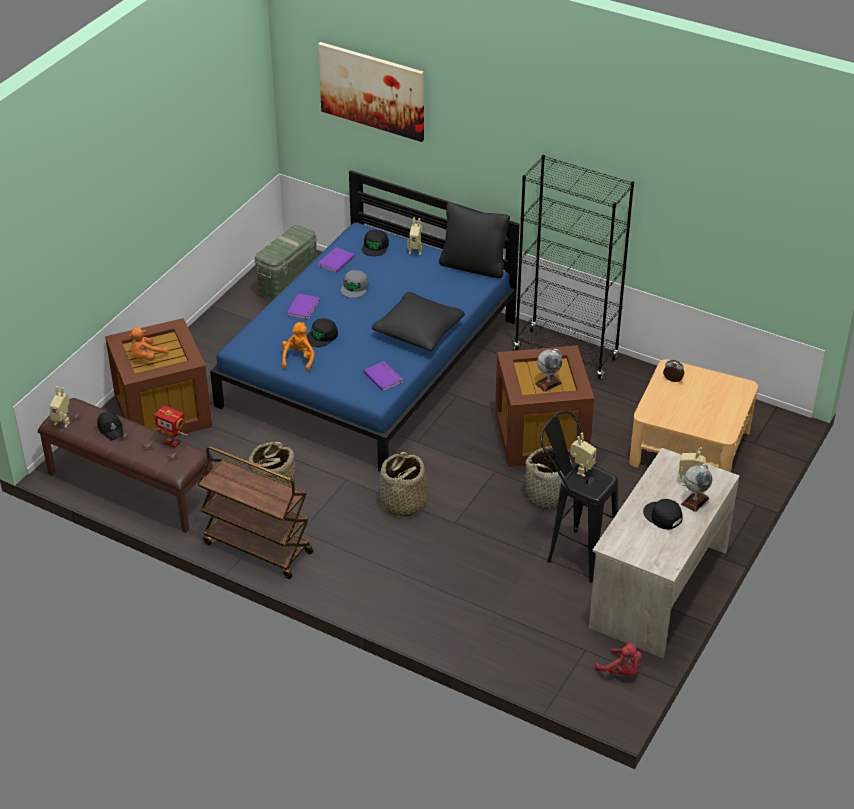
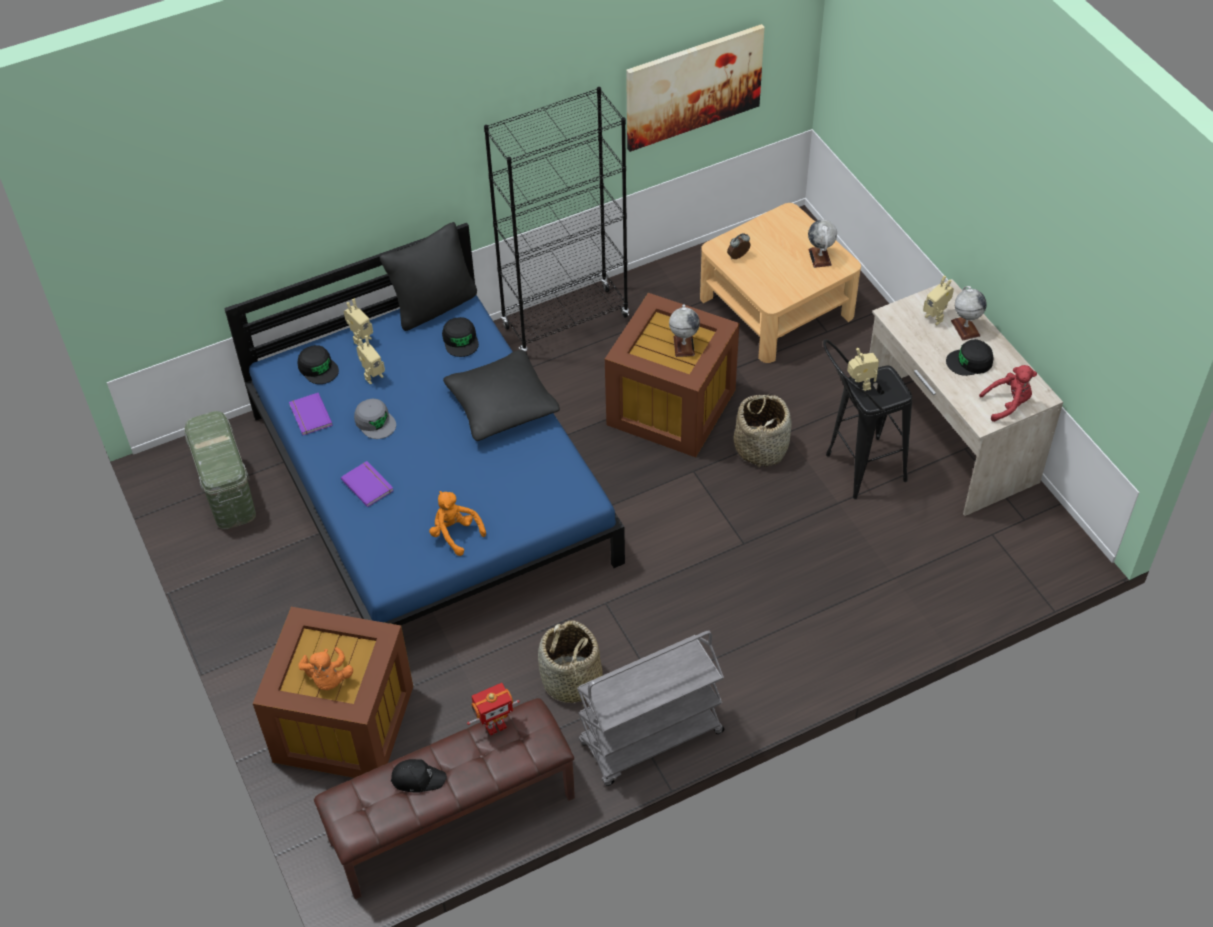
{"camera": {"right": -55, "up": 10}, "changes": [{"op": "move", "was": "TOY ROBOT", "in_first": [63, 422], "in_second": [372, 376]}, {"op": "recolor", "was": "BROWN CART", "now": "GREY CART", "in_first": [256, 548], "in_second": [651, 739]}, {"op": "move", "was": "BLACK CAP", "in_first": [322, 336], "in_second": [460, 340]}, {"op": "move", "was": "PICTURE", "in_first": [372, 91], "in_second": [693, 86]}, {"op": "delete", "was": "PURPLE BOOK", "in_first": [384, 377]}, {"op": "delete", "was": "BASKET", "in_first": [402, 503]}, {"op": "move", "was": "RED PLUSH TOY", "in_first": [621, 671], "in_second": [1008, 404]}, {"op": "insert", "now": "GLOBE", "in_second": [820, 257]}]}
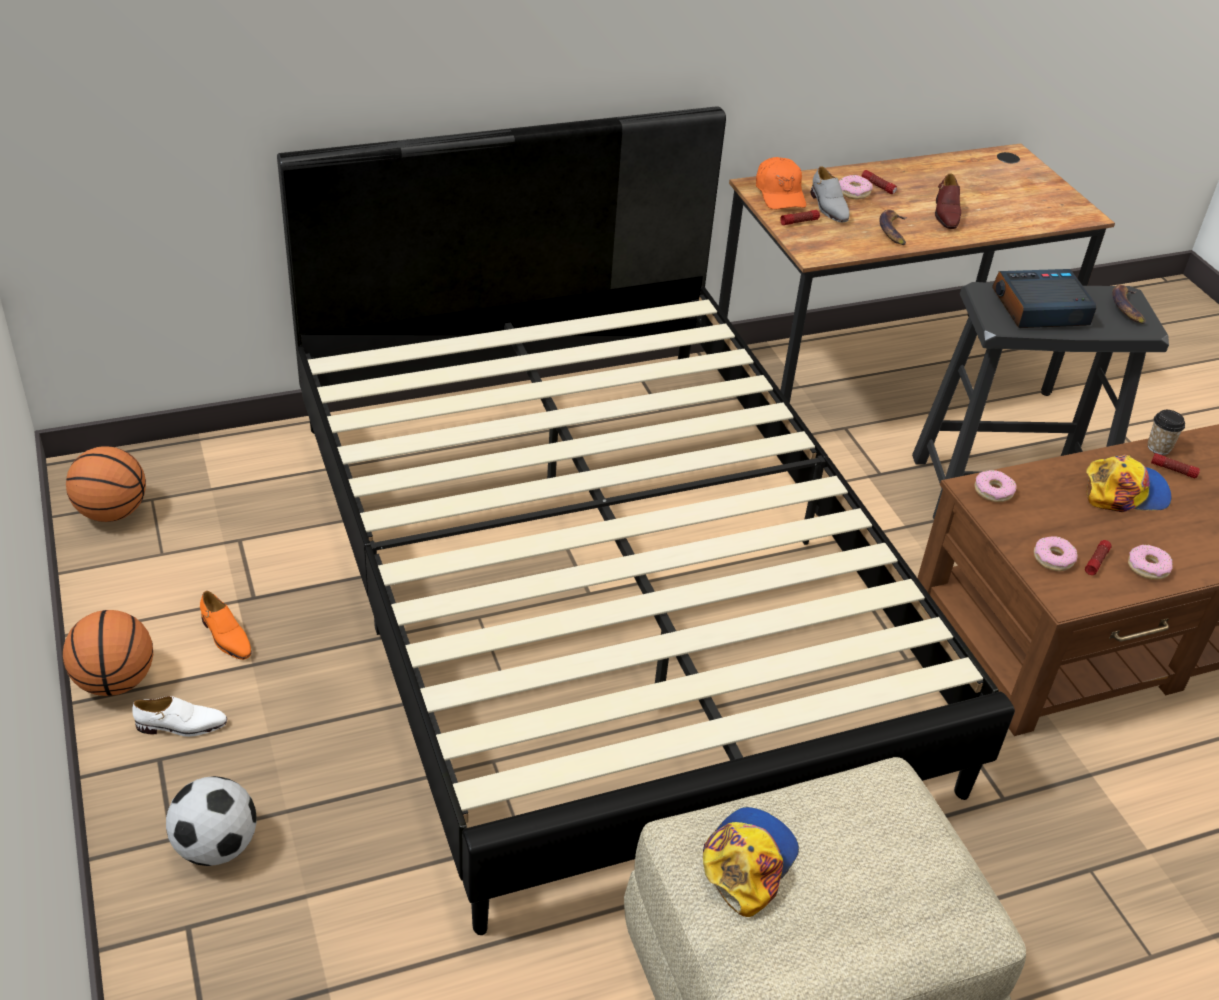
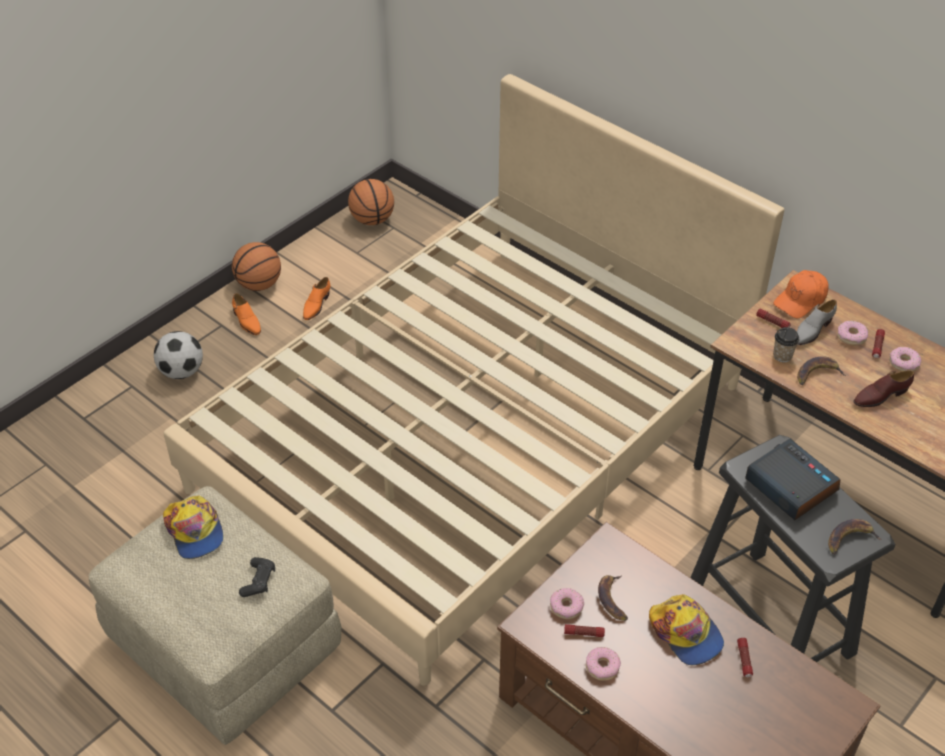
{"camera": {"right": 65, "up": 5}, "changes": [{"op": "recolor", "was": "WHITE SHOE", "now": "ORANGE SHOE", "in_first": [182, 726], "in_second": [246, 321]}, {"op": "recolor", "was": "BLACK BED", "now": "BEIGE BED", "in_first": [603, 588], "in_second": [474, 436]}, {"op": "rotate", "was": "CAP", "in_first": [748, 862], "in_second": [195, 531], "clockwise": 60}, {"op": "move", "was": "DONUT", "in_first": [993, 491], "in_second": [904, 363]}, {"op": "move", "was": "CUP", "in_first": [1159, 447], "in_second": [782, 356]}, {"op": "insert", "now": "BLACK GAME CONTROLLER", "in_second": [258, 581]}, {"op": "insert", "now": "BANANA", "in_second": [612, 599]}]}
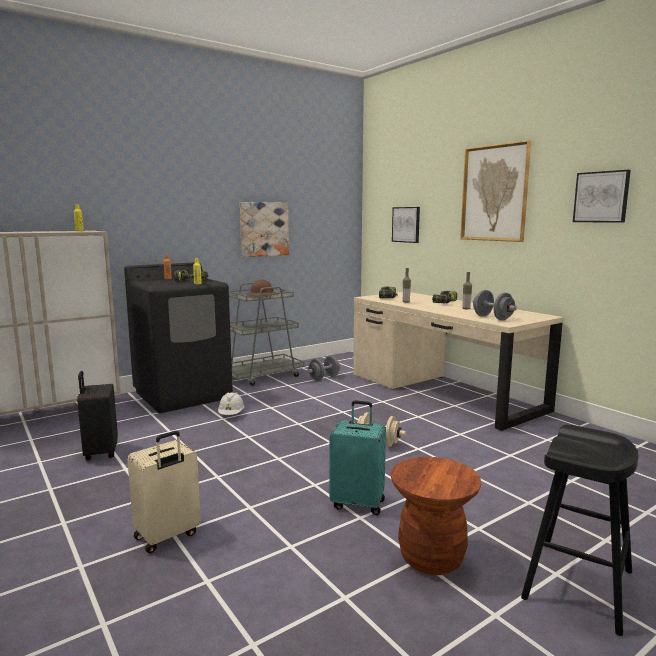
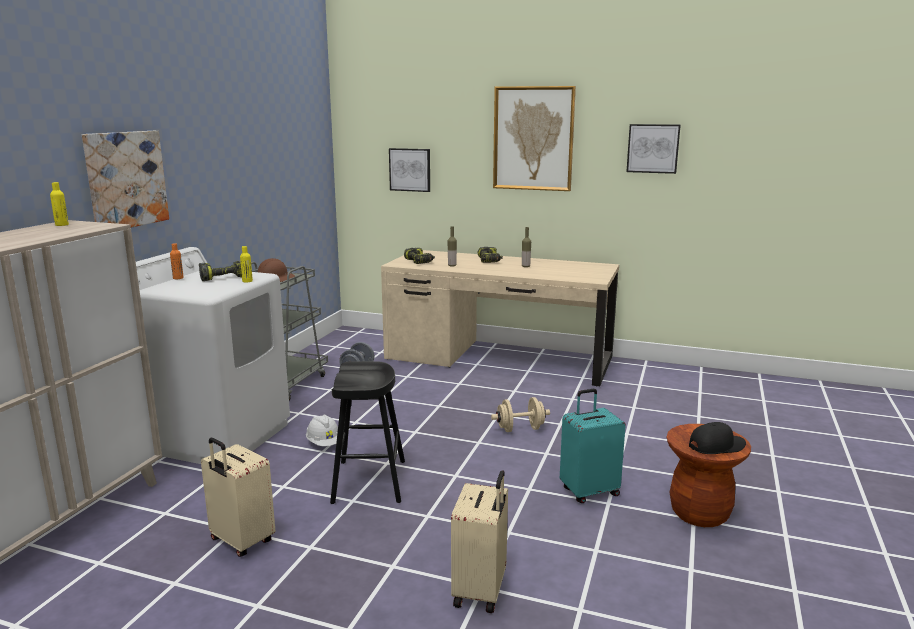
{"camera": {"right": -35, "up": 5}, "changes": [{"op": "recolor", "was": "BLACK SUITCASE", "now": "BEIGE SUITCASE", "in_first": [100, 453], "in_second": [241, 541]}, {"op": "recolor", "was": "BLACK WASHING MACHINE", "now": "WHITE WASHING MACHINE", "in_first": [183, 395], "in_second": [217, 436]}, {"op": "move", "was": "PICTURE", "in_first": [264, 229], "in_second": [125, 179]}, {"op": "delete", "was": "GREY DUMBBELL", "in_first": [492, 318]}, {"op": "move", "was": "BLACK STOOL", "in_first": [578, 584], "in_second": [369, 481]}, {"op": "insert", "now": "BLACK CAP", "in_second": [716, 446]}]}
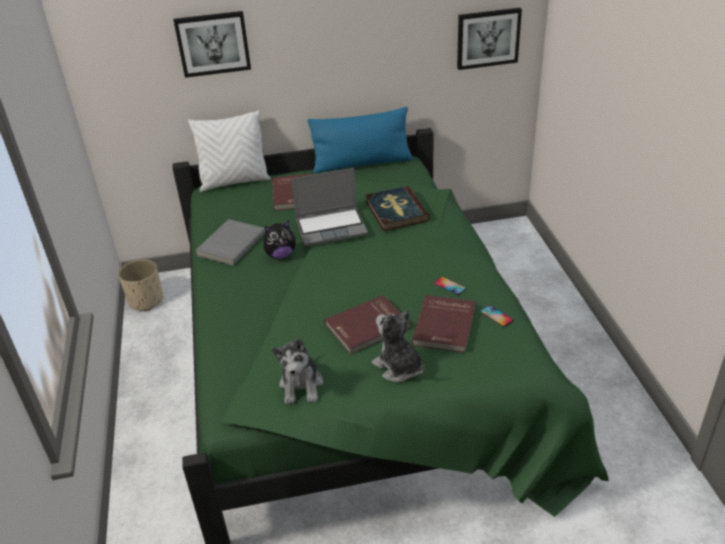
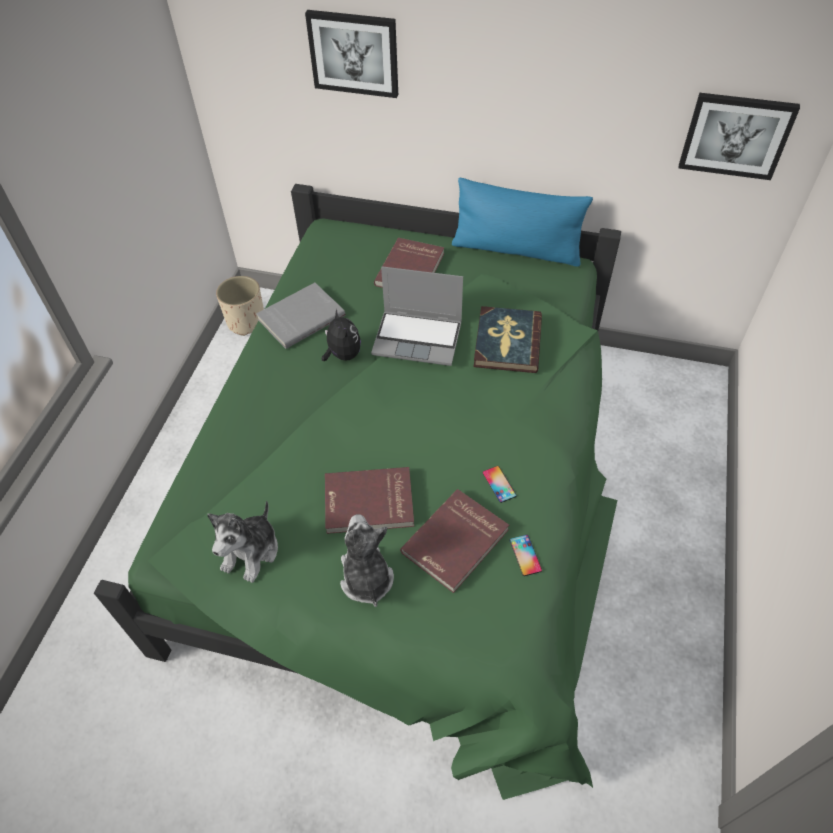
{"camera": {"right": 25, "up": 15}, "changes": [{"op": "delete", "was": "WHITE PILLOW", "in_first": [234, 181]}, {"op": "rotate", "was": "PLUSH TOY", "in_first": [280, 255], "in_second": [342, 355], "clockwise": -120}]}
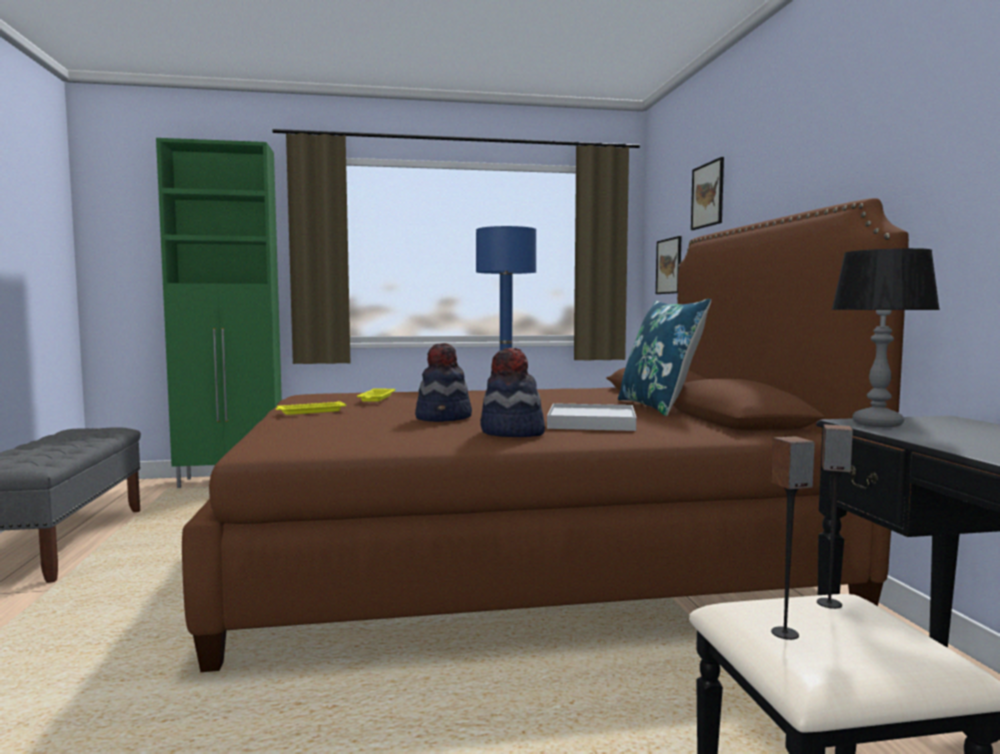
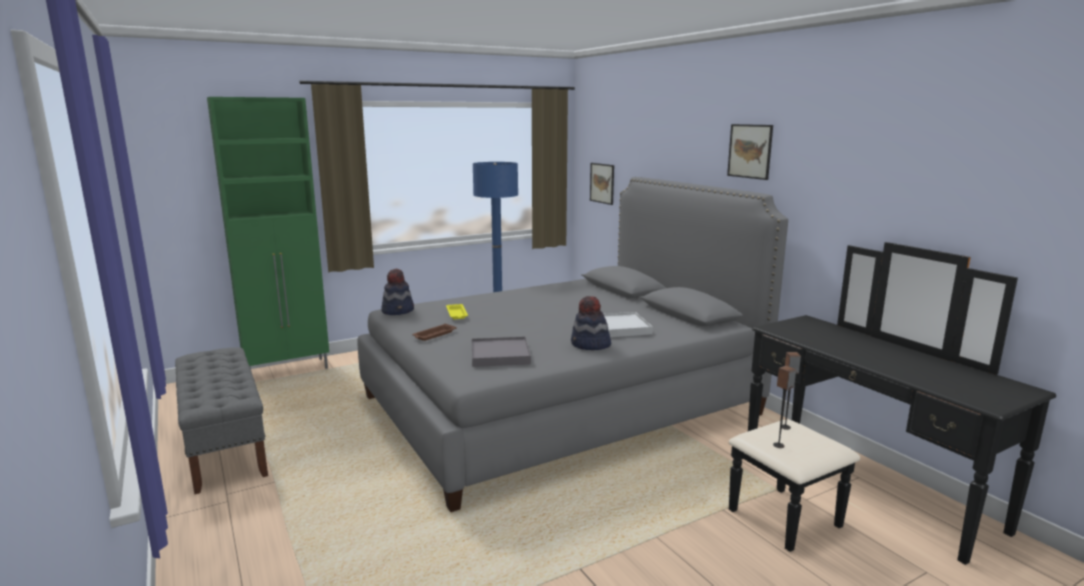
{"camera": {"right": -20, "up": 10}, "changes": [{"op": "recolor", "was": "BROWN BED", "now": "GREY BED", "in_first": [521, 556], "in_second": [559, 405]}, {"op": "recolor", "was": "YELLOW TRAY", "now": "BROWN TRAY", "in_first": [310, 411], "in_second": [434, 335]}, {"op": "move", "was": "HAT", "in_first": [444, 418], "in_second": [398, 311]}, {"op": "delete", "was": "BLUE PILLOW", "in_first": [659, 407]}, {"op": "move", "was": "PICTURE", "in_first": [707, 195], "in_second": [750, 151]}, {"op": "delete", "was": "TABLE LAMP", "in_first": [877, 424]}, {"op": "insert", "now": "GREY TRAY", "in_second": [500, 355]}]}
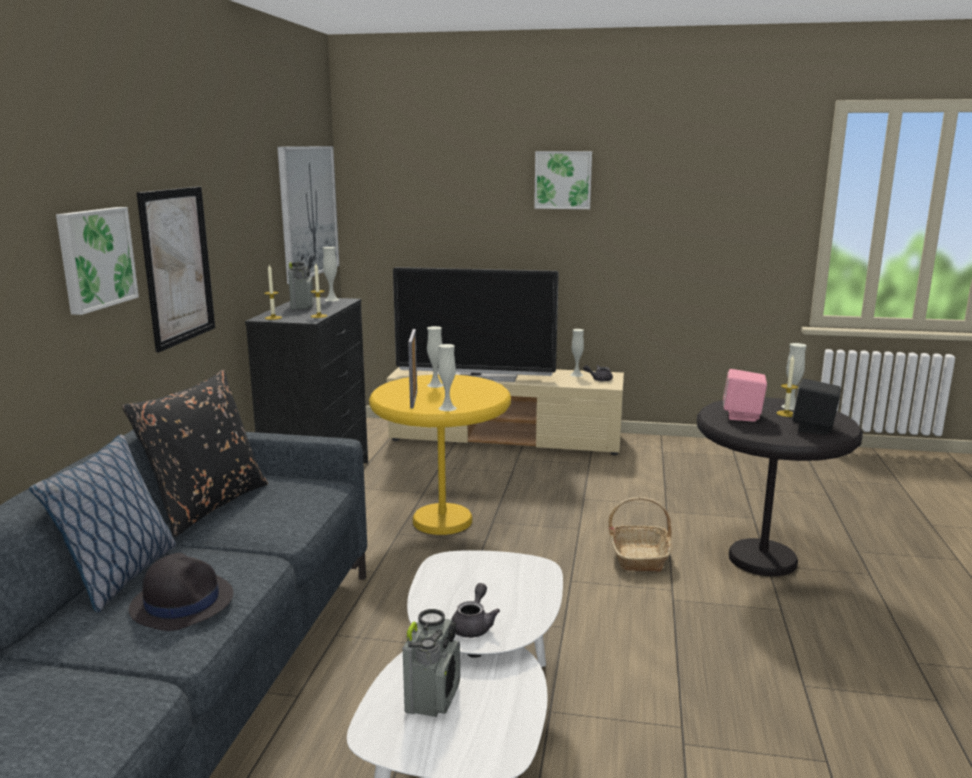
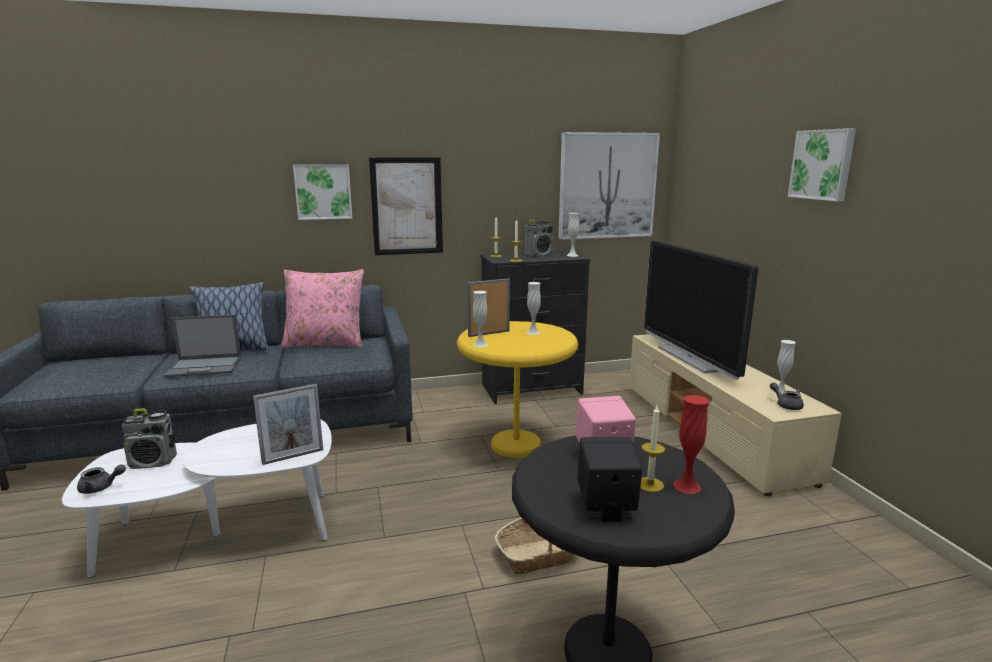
{"camera": {"right": 65, "up": 0}, "changes": [{"op": "recolor", "was": "BLACK PILLOW", "now": "PINK PILLOW", "in_first": [206, 505], "in_second": [325, 343]}, {"op": "replace", "was": "BLACK HAT", "now": "LAPTOP", "in_first": [182, 602], "in_second": [205, 366]}, {"op": "move", "was": "GREY TEAPOT", "in_first": [474, 625], "in_second": [101, 488]}, {"op": "recolor", "was": "WHITE VASE", "now": "RED VASE", "in_first": [791, 407], "in_second": [687, 486]}, {"op": "insert", "now": "PICTURE FRAME", "in_second": [293, 456]}]}
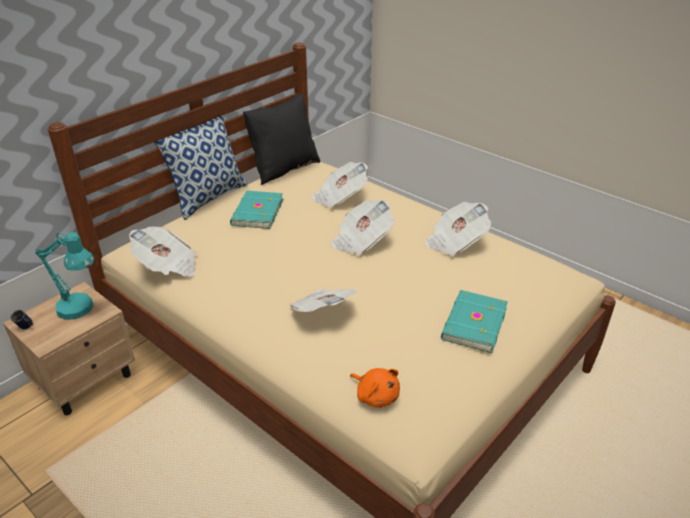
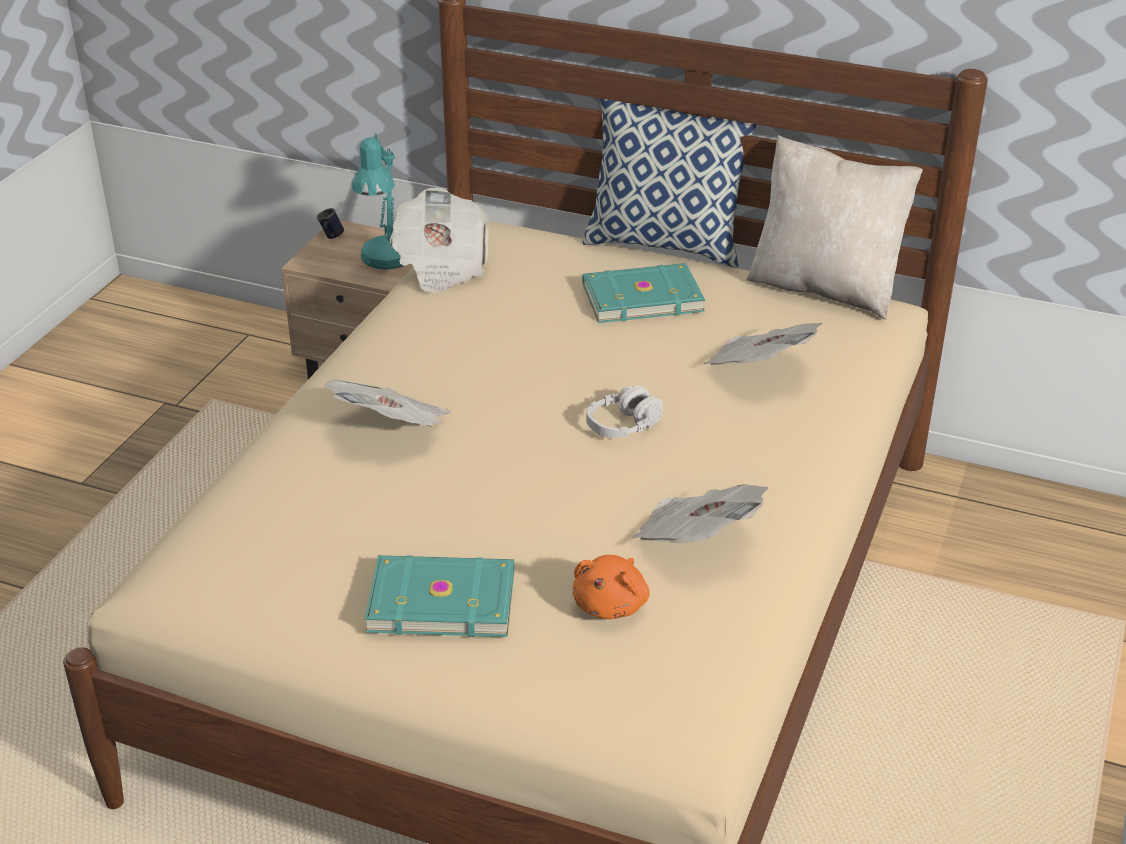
{"camera": {"right": 70, "up": 0}, "changes": [{"op": "recolor", "was": "BLACK PILLOW", "now": "BEIGE PILLOW", "in_first": [284, 169], "in_second": [825, 288]}, {"op": "replace", "was": "NEWSPAPER", "now": "GREY HEADPHONES", "in_first": [361, 241], "in_second": [623, 425]}, {"op": "move", "was": "ORANGE PLUSH TOY", "in_first": [376, 395], "in_second": [612, 604]}]}
